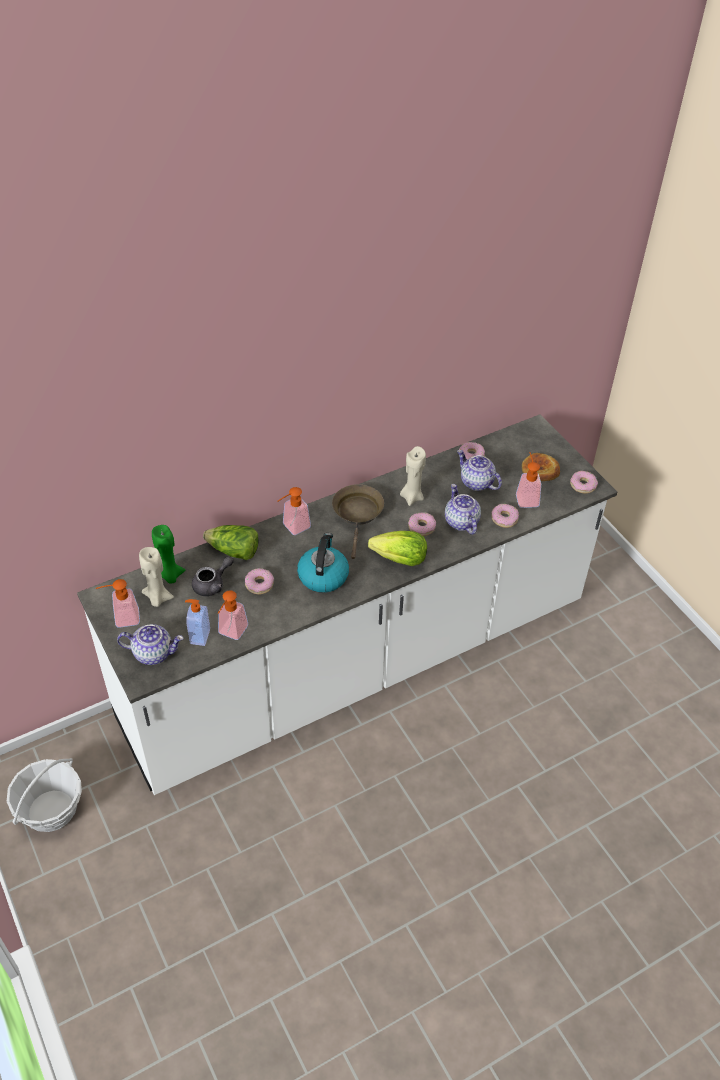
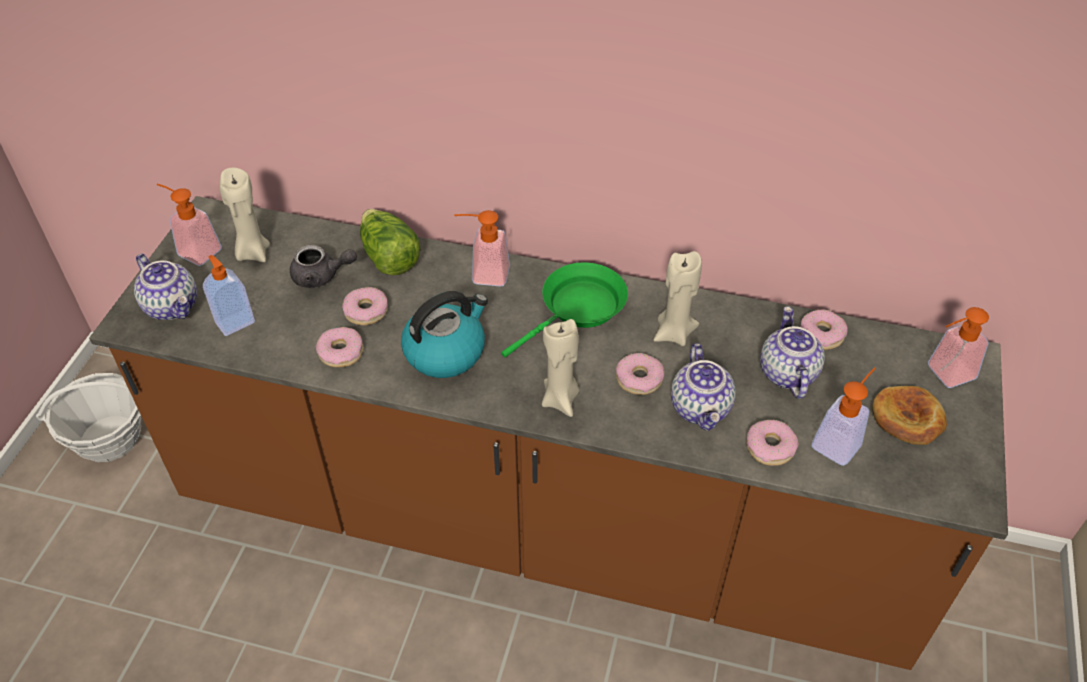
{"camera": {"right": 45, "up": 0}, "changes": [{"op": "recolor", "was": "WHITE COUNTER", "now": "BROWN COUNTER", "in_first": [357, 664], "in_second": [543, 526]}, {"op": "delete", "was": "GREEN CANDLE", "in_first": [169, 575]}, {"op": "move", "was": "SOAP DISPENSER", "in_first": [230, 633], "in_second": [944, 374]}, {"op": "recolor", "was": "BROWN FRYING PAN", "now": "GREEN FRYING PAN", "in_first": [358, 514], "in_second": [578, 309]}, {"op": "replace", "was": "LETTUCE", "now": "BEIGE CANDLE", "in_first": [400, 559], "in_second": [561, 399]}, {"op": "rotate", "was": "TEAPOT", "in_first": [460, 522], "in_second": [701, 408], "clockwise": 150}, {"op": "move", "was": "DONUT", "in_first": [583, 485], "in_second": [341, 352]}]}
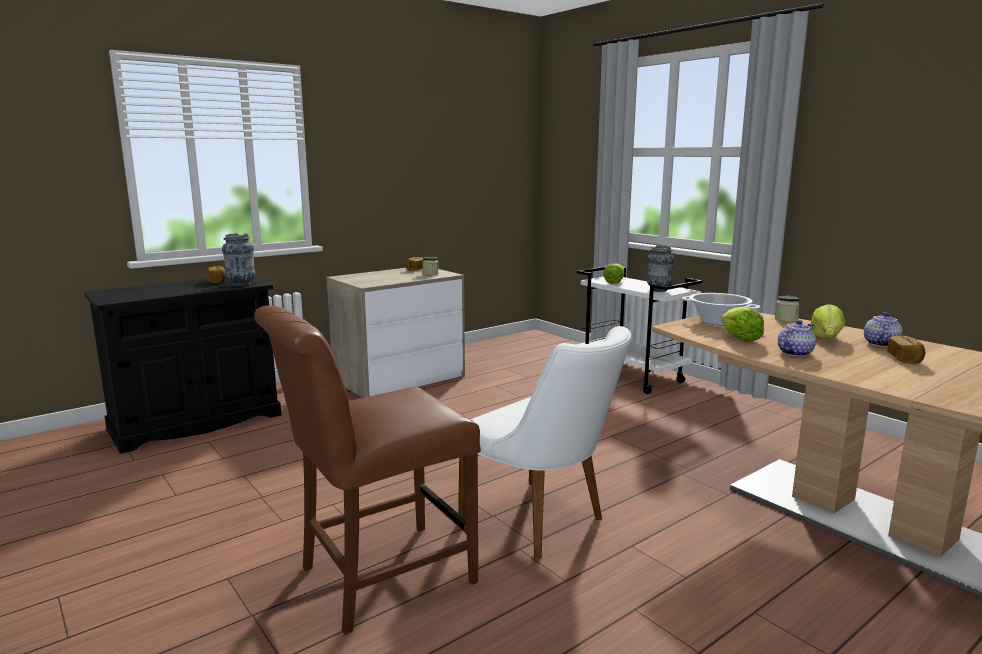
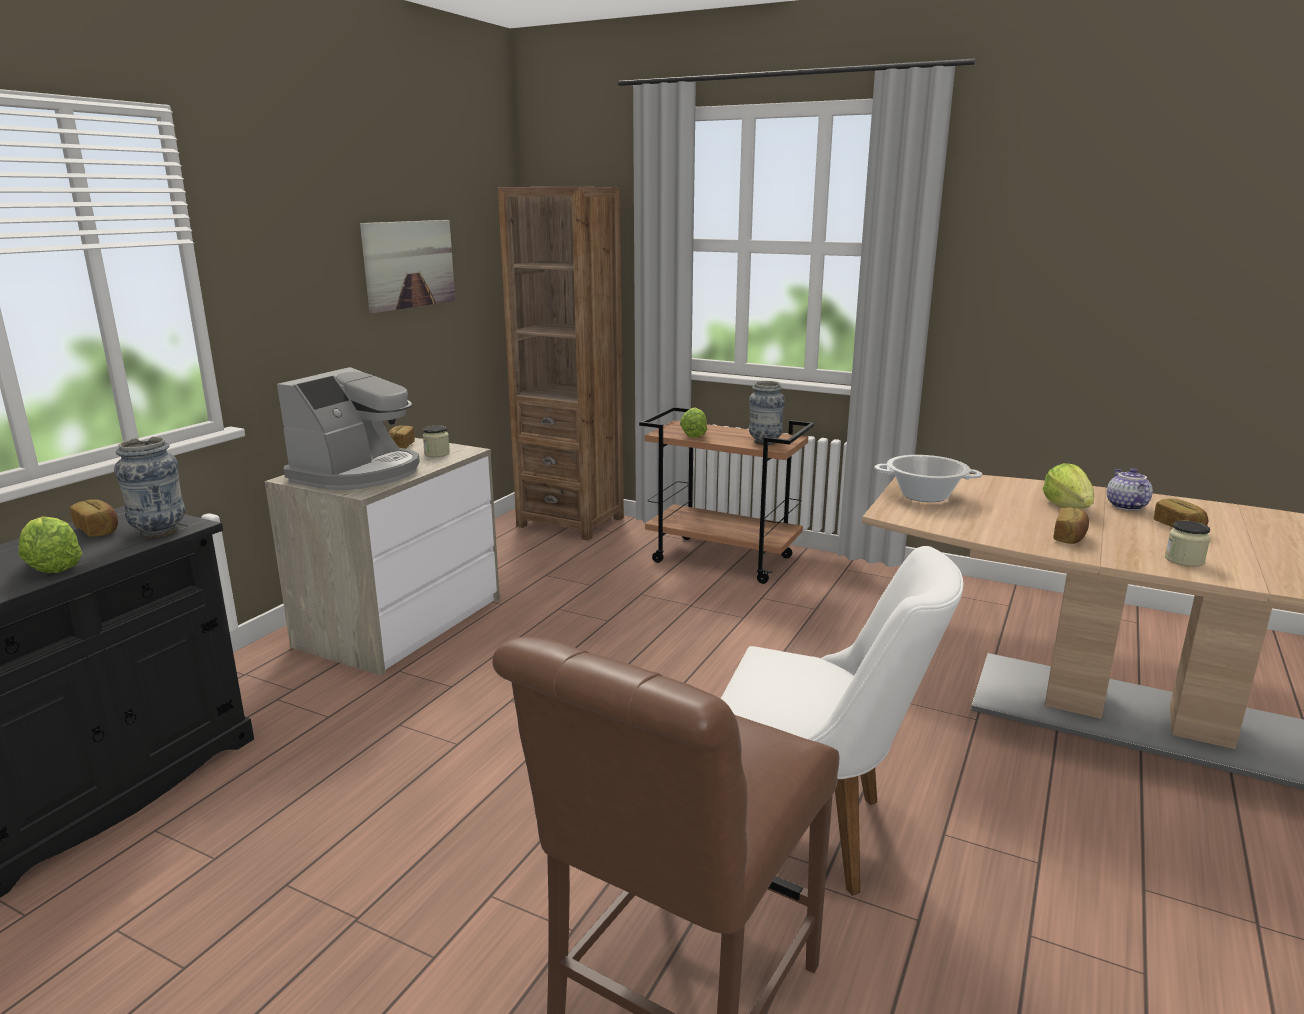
{"camera": {"right": -25, "up": 5}, "changes": [{"op": "recolor", "was": "WHITE CART", "now": "BROWN CART", "in_first": [632, 377], "in_second": [724, 559]}, {"op": "move", "was": "LETTUCE", "in_first": [739, 338], "in_second": [53, 566]}, {"op": "move", "was": "JAR", "in_first": [785, 319], "in_second": [1184, 560]}, {"op": "replace", "was": "TEAPOT", "now": "BREAD", "in_first": [794, 353], "in_second": [1070, 537]}, {"op": "insert", "now": "COFFEE MACHINE", "in_second": [358, 473]}, {"op": "insert", "now": "PICTURE", "in_second": [409, 264]}, {"op": "insert", "now": "BROWN BOOKCASE", "in_second": [570, 522]}]}
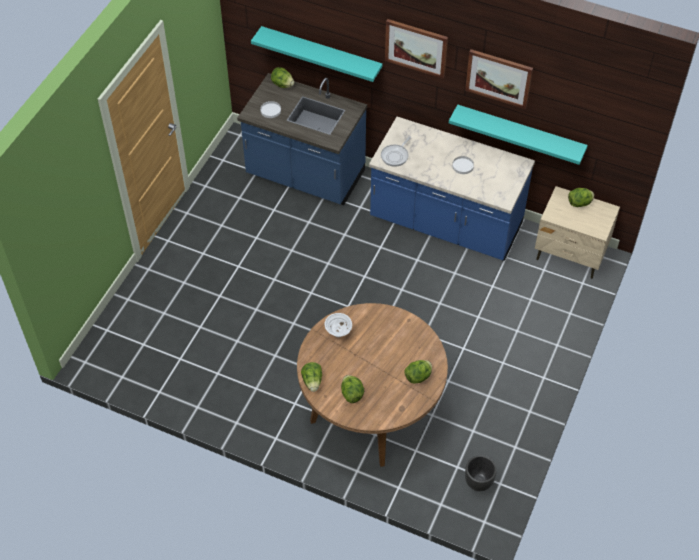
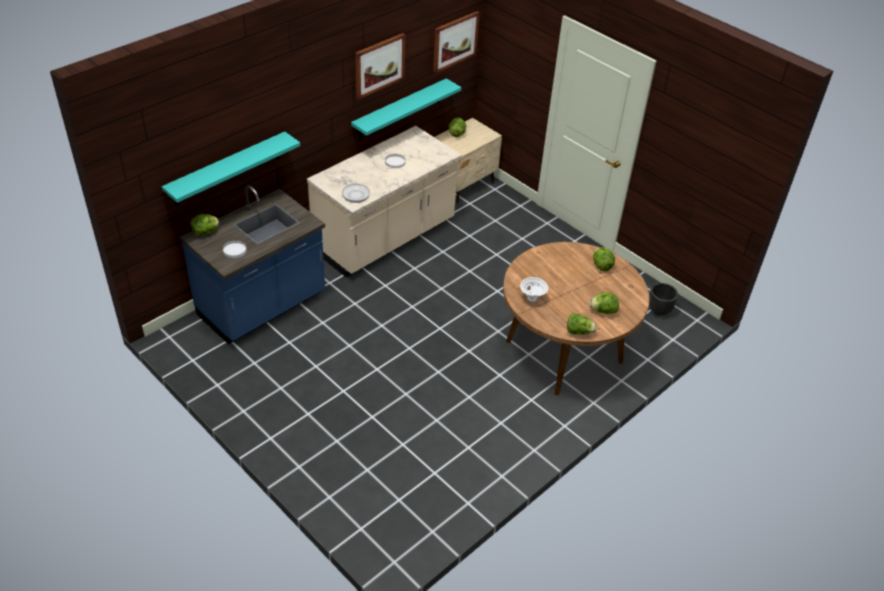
{"camera": {"right": -70, "up": -10}, "changes": [{"op": "recolor", "was": "BLUE COUNTER", "now": "BEIGE COUNTER", "in_first": [445, 223], "in_second": [385, 238]}, {"op": "move", "was": "PICTURE", "in_first": [416, 47], "in_second": [455, 41]}]}
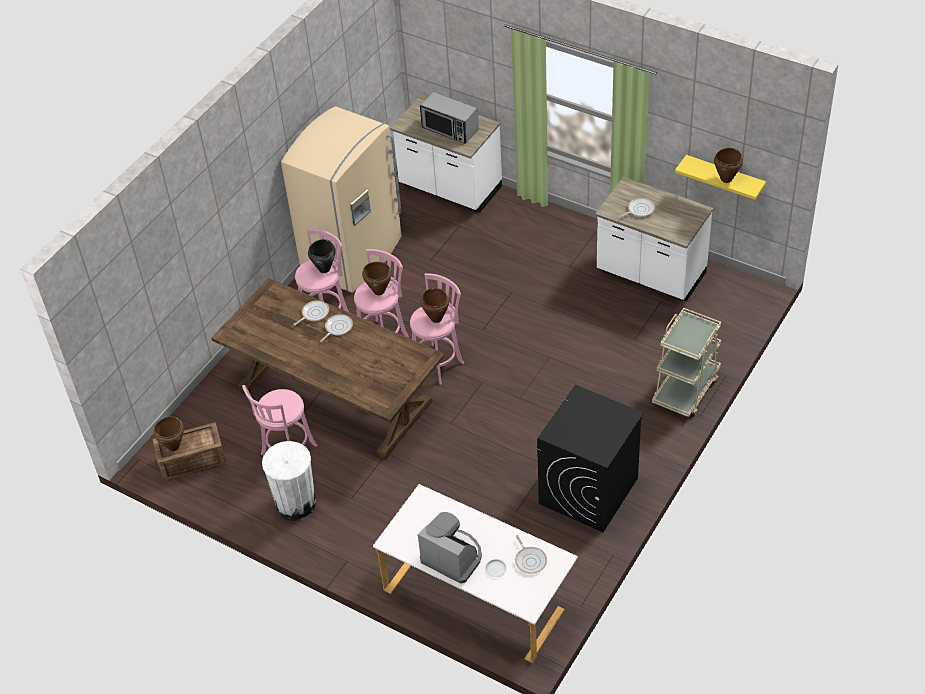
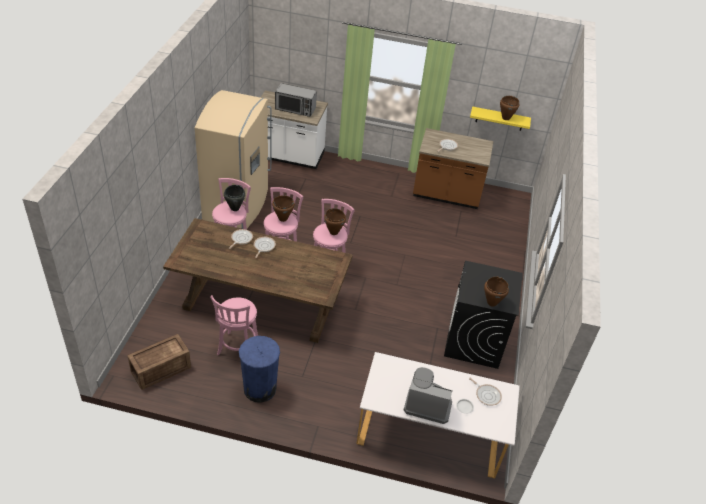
{"camera": {"right": -25, "up": -5}, "changes": [{"op": "move", "was": "BROWN COOKING POT", "in_first": [173, 446], "in_second": [491, 303]}, {"op": "recolor", "was": "WHITE TRASH CAN", "now": "BLUE TRASH CAN", "in_first": [296, 504], "in_second": [259, 389]}, {"op": "recolor", "was": "WHITE COUNTER", "now": "BROWN COUNTER", "in_first": [650, 274], "in_second": [446, 195]}, {"op": "delete", "was": "BEIGE CART", "in_first": [685, 390]}]}
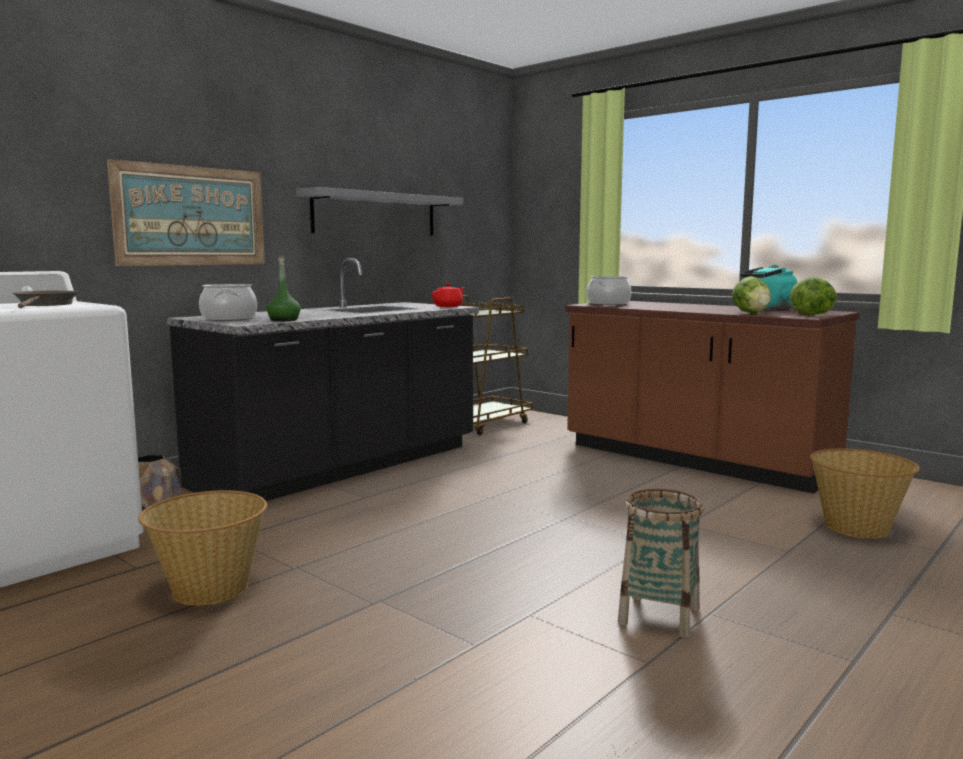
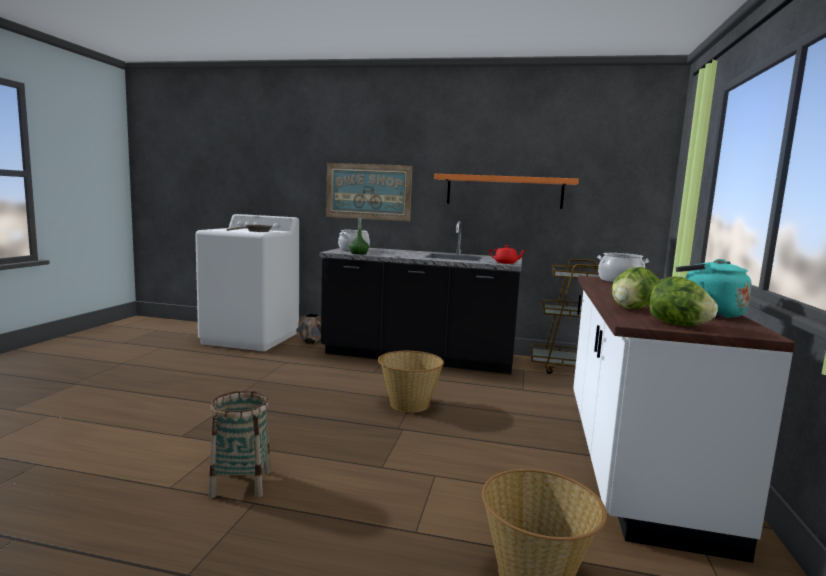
{"camera": {"right": 60, "up": 0}, "changes": [{"op": "move", "was": "BASKET", "in_first": [209, 589], "in_second": [408, 404]}, {"op": "recolor", "was": "GREY SHELF", "now": "ORANGE SHELF", "in_first": [375, 214], "in_second": [504, 191]}, {"op": "recolor", "was": "BROWN COUNTER", "now": "WHITE COUNTER", "in_first": [695, 460], "in_second": [634, 461]}]}
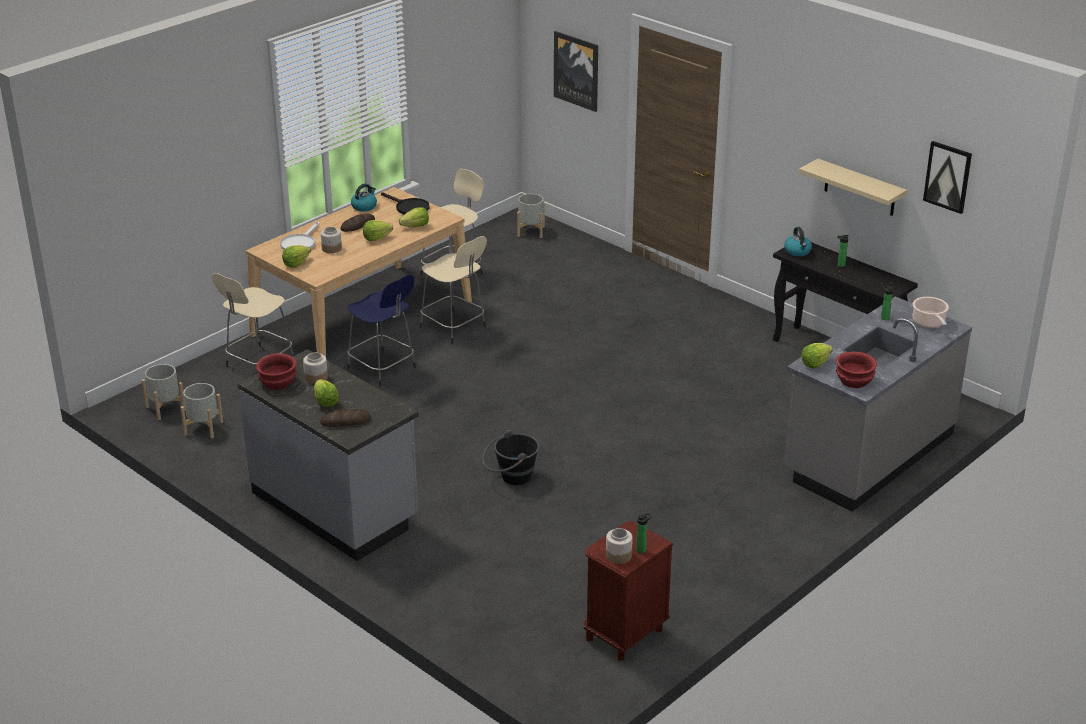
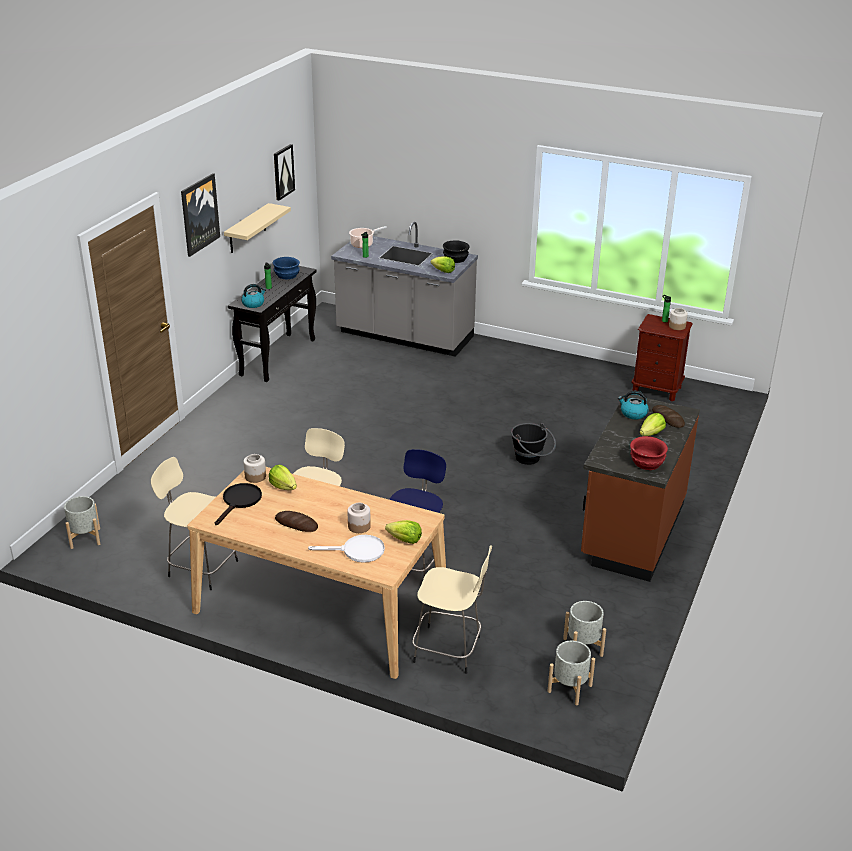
{"camera": {"right": -110, "up": 0}, "changes": [{"op": "recolor", "was": "GREY COUNTER", "now": "BROWN COUNTER", "in_first": [335, 507], "in_second": [631, 531]}, {"op": "move", "was": "JAR", "in_first": [316, 378], "in_second": [255, 476]}, {"op": "move", "was": "KETTLE", "in_first": [364, 206], "in_second": [633, 414]}, {"op": "delete", "was": "LETTUCE", "in_first": [376, 238]}, {"op": "move", "was": "PICTURE", "in_first": [576, 70], "in_second": [199, 214]}, {"op": "recolor", "was": "RED BOWL", "now": "BLACK BOWL", "in_first": [854, 381], "in_second": [455, 259]}, {"op": "insert", "now": "BLUE BOWL", "in_second": [286, 275]}]}
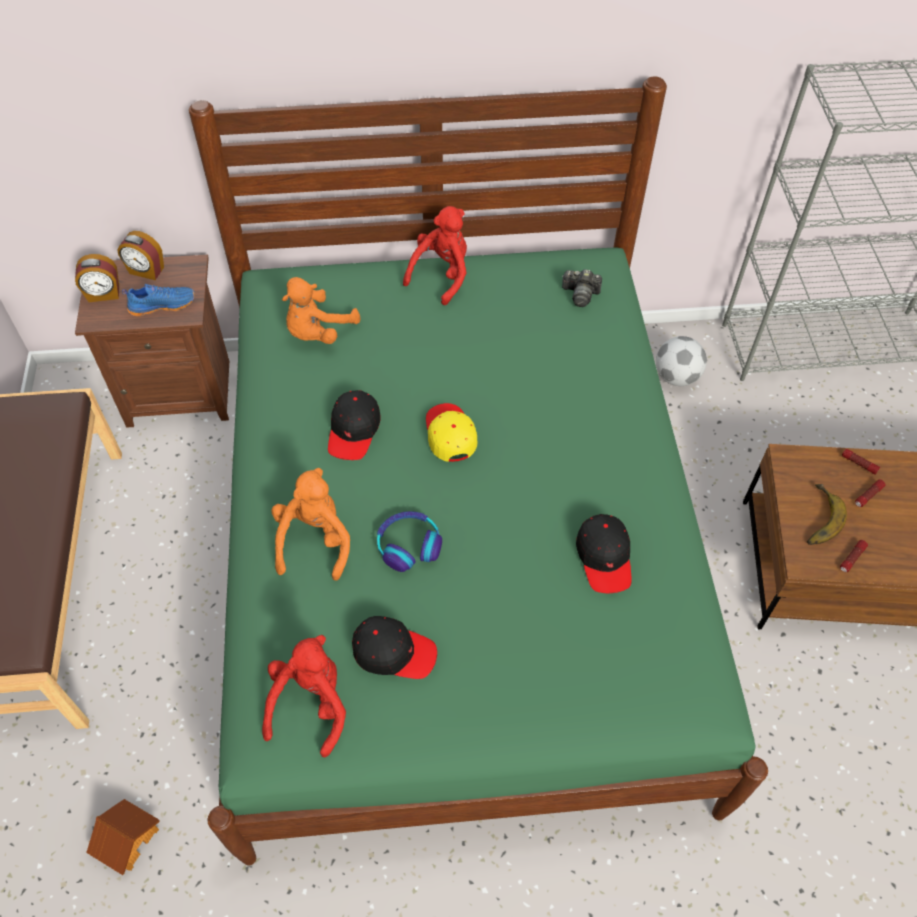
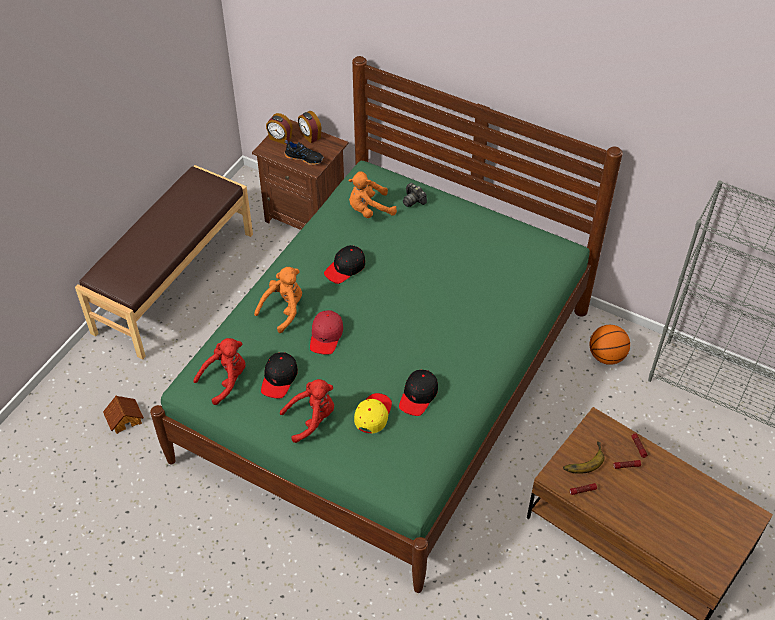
{"camera": {"right": 35, "up": -5}, "changes": [{"op": "recolor", "was": "BLUE SHOE", "now": "BLACK SHOE", "in_first": [162, 304], "in_second": [304, 158]}, {"op": "rotate", "was": "BLACK CAP", "in_first": [394, 652], "in_second": [279, 379], "clockwise": 60}, {"op": "replace", "was": "HEADPHONES", "now": "RED CAP", "in_first": [409, 545], "in_second": [326, 336]}, {"op": "move", "was": "RED PLUSH TOY", "in_first": [441, 275], "in_second": [312, 419]}, {"op": "move", "was": "YELLOW CAP", "in_first": [450, 435], "in_second": [373, 414]}, {"op": "move", "was": "PHOTO CAMERA", "in_first": [580, 294], "in_second": [413, 200]}, {"op": "replace", "was": "FOOTBALL", "now": "BASKETBALL", "in_first": [676, 376], "in_second": [606, 356]}]}
